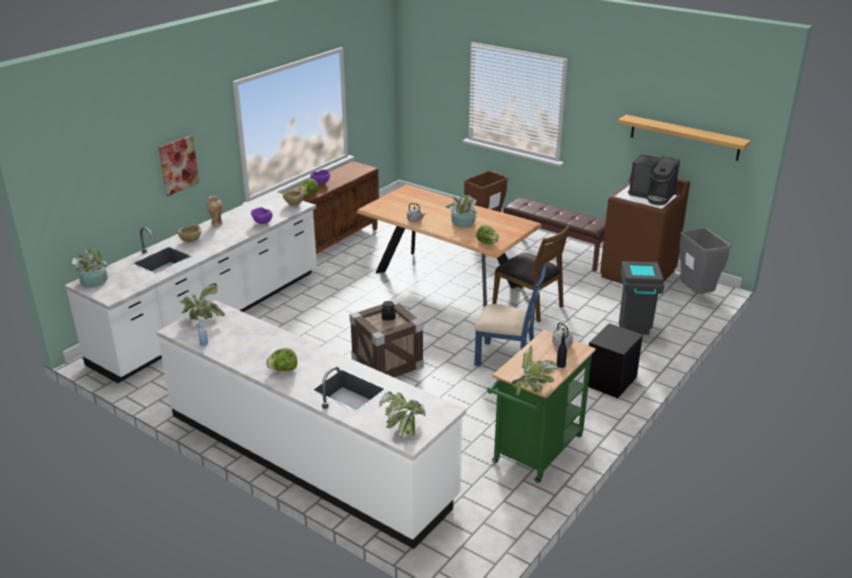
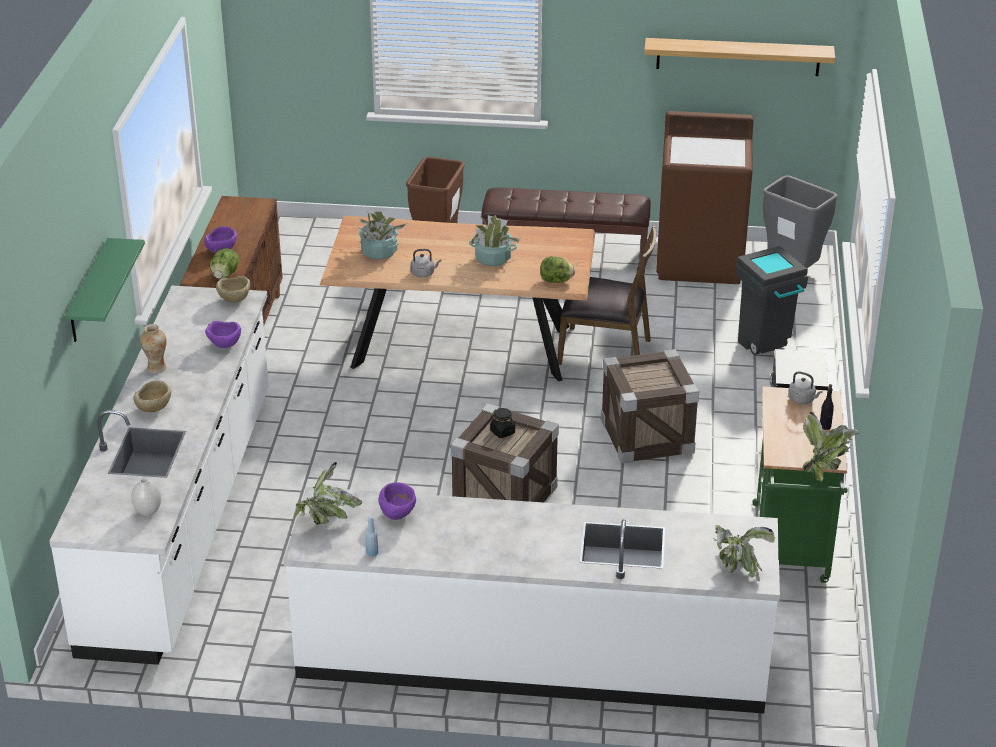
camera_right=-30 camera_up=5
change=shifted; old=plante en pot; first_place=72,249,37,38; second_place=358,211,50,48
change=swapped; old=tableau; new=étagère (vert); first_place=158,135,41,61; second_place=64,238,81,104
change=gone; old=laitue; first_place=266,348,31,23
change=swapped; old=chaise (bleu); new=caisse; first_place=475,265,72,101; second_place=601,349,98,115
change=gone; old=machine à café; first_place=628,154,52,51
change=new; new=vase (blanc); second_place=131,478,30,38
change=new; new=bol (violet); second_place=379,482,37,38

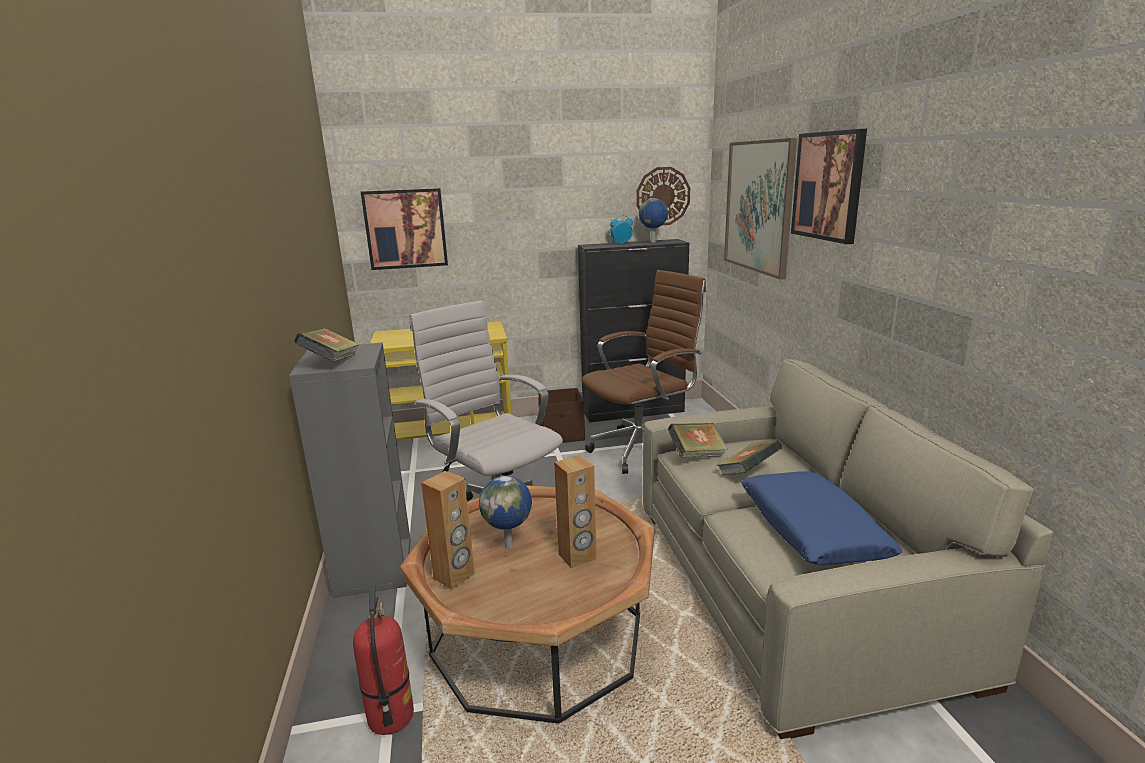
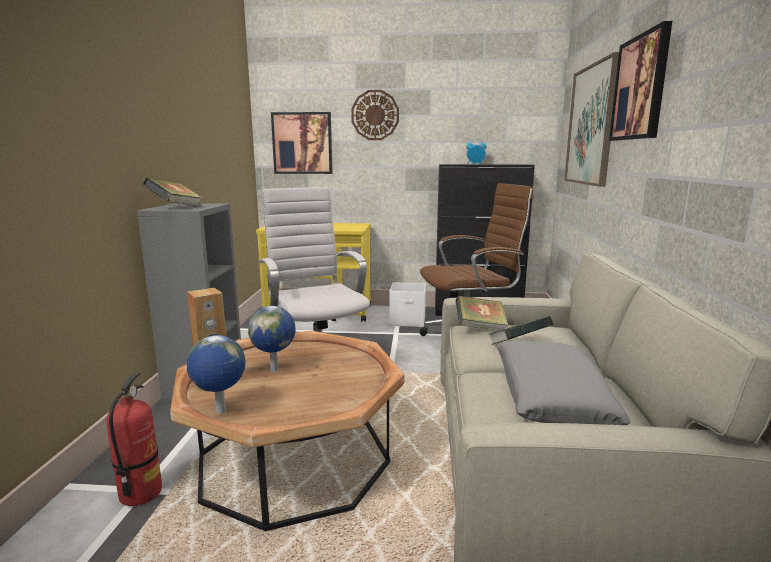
camera_right=15 camera_up=-5
change=repainted; old=boîte de rangement (marron); new=boîte de rangement (blanc); first_place=538,388,47,55; second_place=389,282,37,45
change=gone; old=enceinte (marron); first_place=554,455,43,113
change=shifted; old=horloge murale; first_place=636,167,54,58; second_place=351,90,48,50
change=shifted; old=globe; first_place=639,198,29,44; second_place=187,335,59,79
change=repainted; old=coussin (bleu); new=coussin (gris); first_place=741,471,161,94; second_place=497,341,134,84

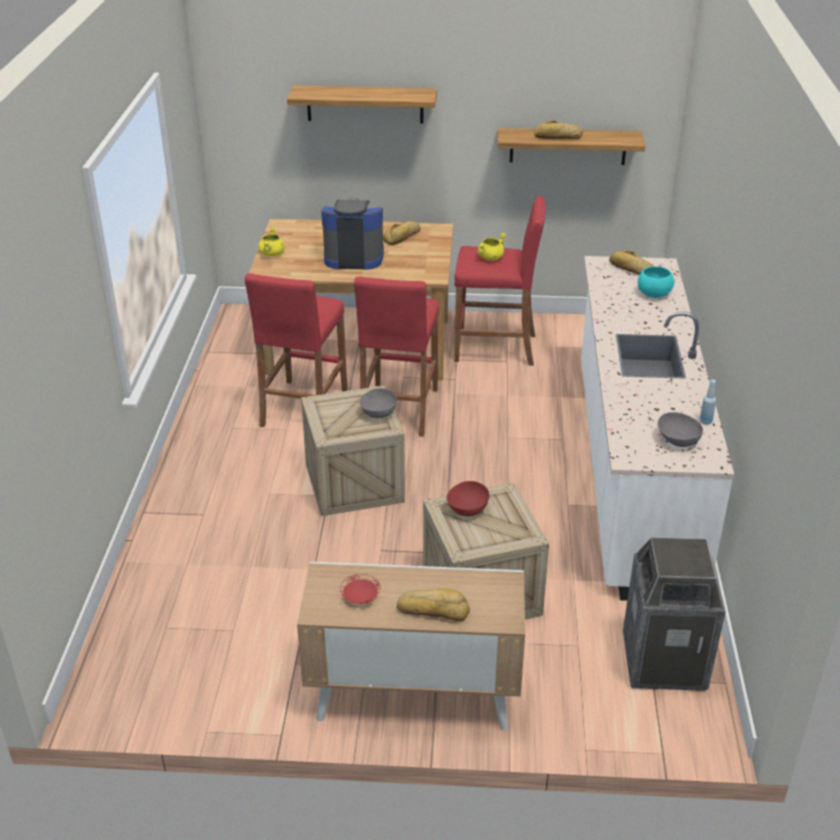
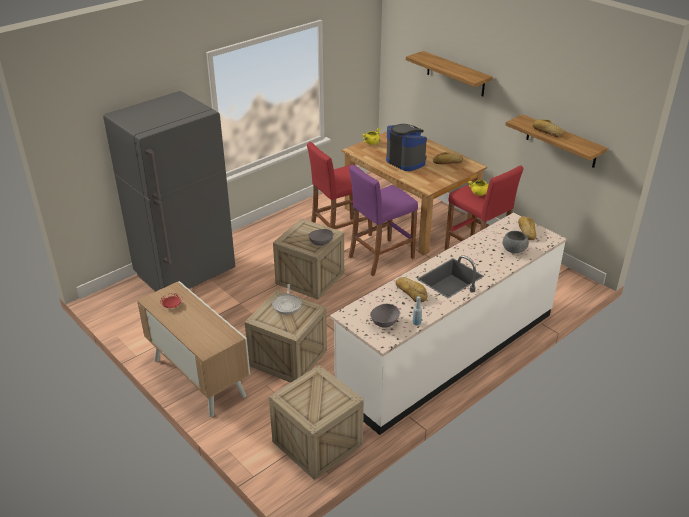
camera_right=45 camera_up=0
change=repainted; old=tabouret (rouge); new=tabouret (violet); first_place=354,276,85,161; second_place=349,165,69,111
change=shifted; old=pain; first_place=397,588,73,34; second_place=395,277,32,25
change=swapped; old=bol (rouge); new=poêle; first_place=446,481,43,36; second_place=272,284,30,31
change=swapped; old=poubelle; new=caisse; first_place=623,538,103,153; second_place=269,365,95,115
change=repainted; old=bol (turquoise); new=bol (gris); first_place=638,266,36,32; second_place=503,231,26,22
change=new; new=réfrigérateur (gris); second_place=103,91,132,201

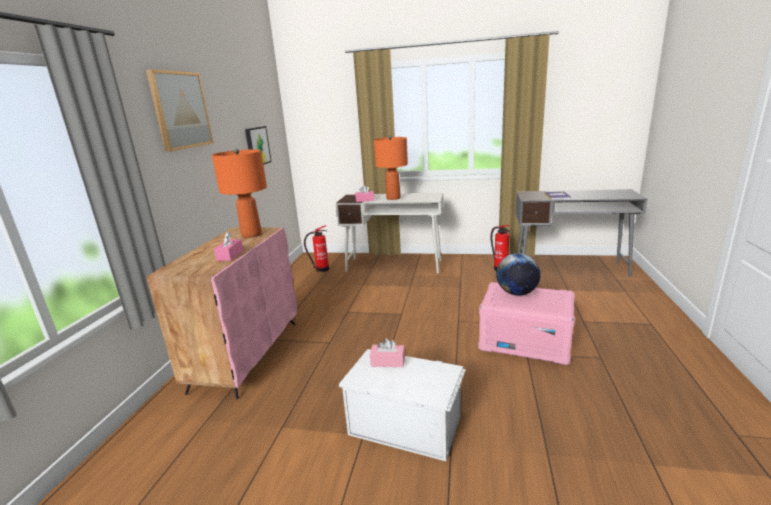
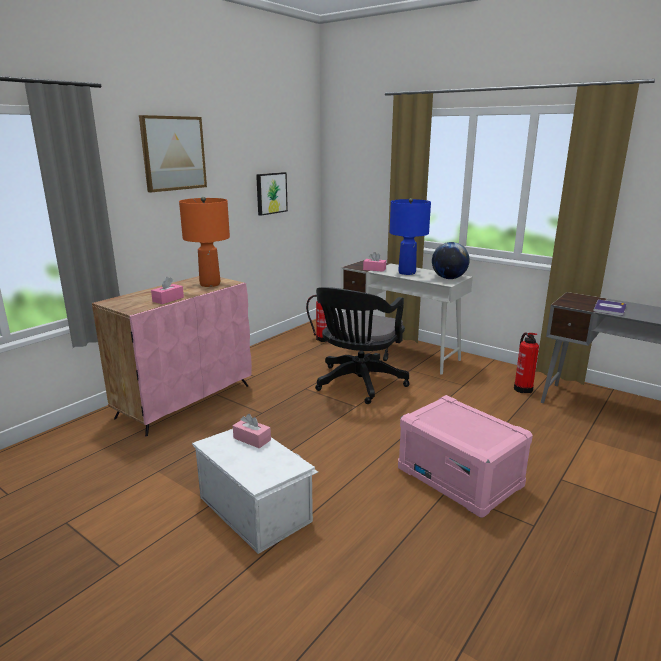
camera_right=25 camera_up=0
change=repainted; old=lampe de table (orange); new=lampe de table (bleu); first_place=374,136,34,64; second_place=390,198,41,77
change=shifted; old=globe; first_place=496,253,44,43; second_place=432,242,38,37
change=new; new=chaise de bureau (noir); second_place=315,287,94,117

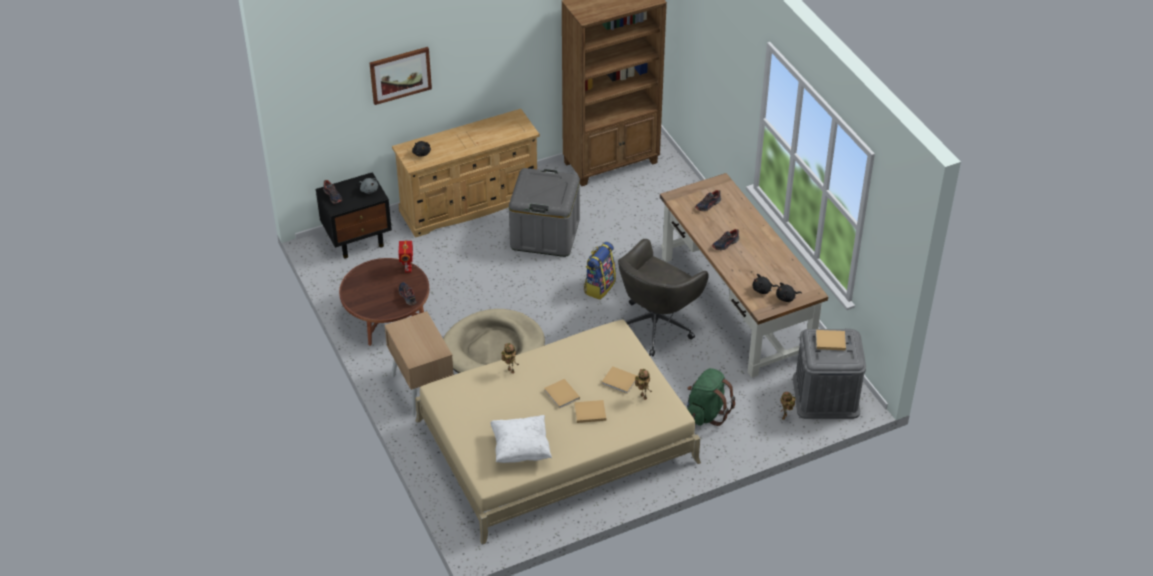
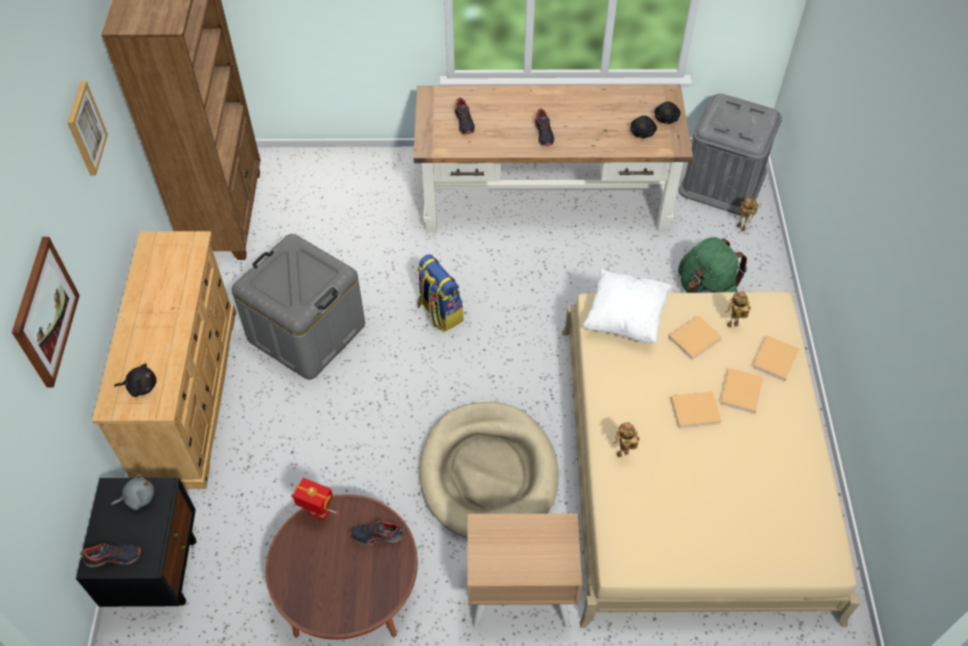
camera_right=-65 camera_up=10
change=shifted; old=coussin (blanc); first_place=490,415,62,48; second_place=583,269,89,74
change=gone; old=chaise de bureau (gris); first_place=618,239,91,117
change=shifted; old=livre (beige); first_place=816,330,30,21; second_place=752,335,48,47
change=new; new=tableau; second_place=67,81,41,94

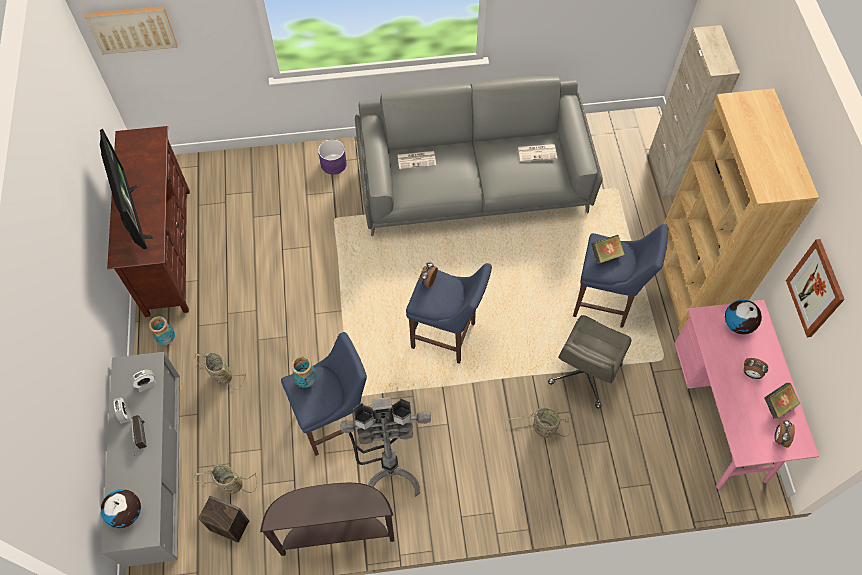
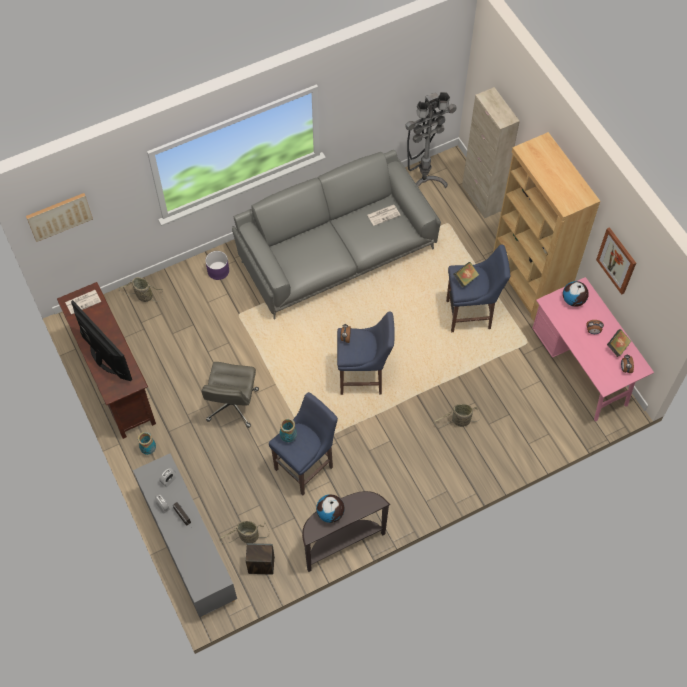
camera_right=-20 camera_up=0
change=shifted; old=globe; first_place=101,489,40,39; second_place=316,494,28,29
change=shifted; old=panier; first_place=195,352,51,38; second_place=119,277,44,25
change=shifted; old=lampadaire (gris); first_place=340,397,91,100; second_place=405,92,52,97
change=shifted; old=journal; first_place=398,151,38,18; second_place=65,290,36,24
change=shifted; old=chaise de bureau (gris); first_place=548,315,84,94; second_place=202,362,57,66

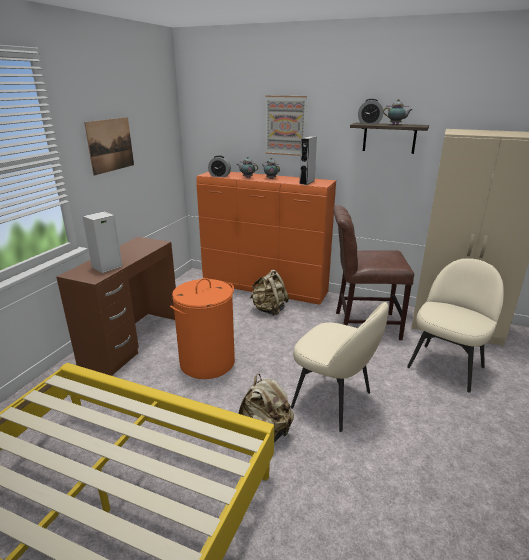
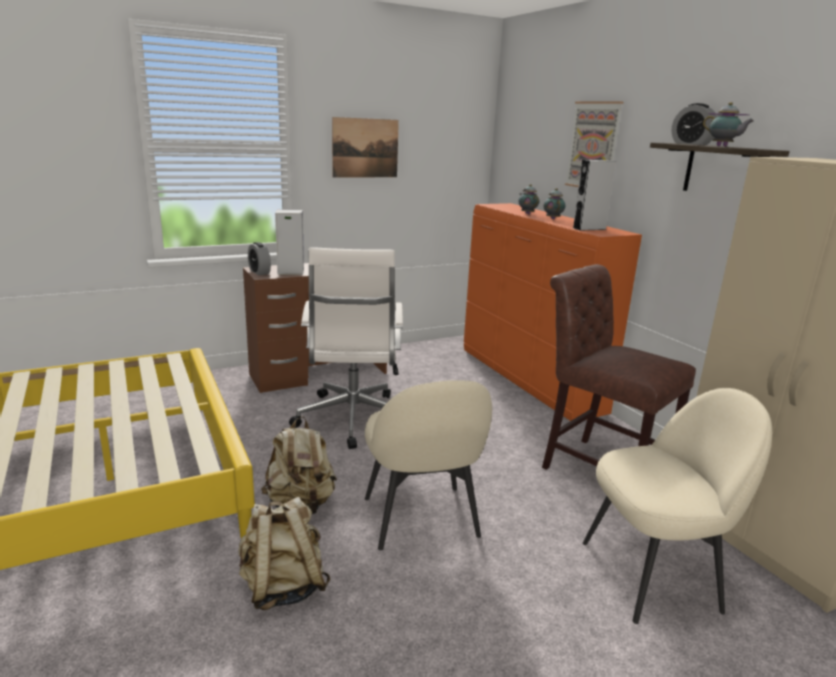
camera_right=40 camera_up=-5
change=swapped; old=panier à linge (orange); new=chaise de bureau (blanc); first_place=170,278,65,101; second_place=289,247,114,202
change=shifted; old=réveil; first_place=208,155,23,22; second_place=248,242,23,33
change=shifted; old=sac à dos (beige); first_place=250,270,39,46; second_place=238,497,93,113

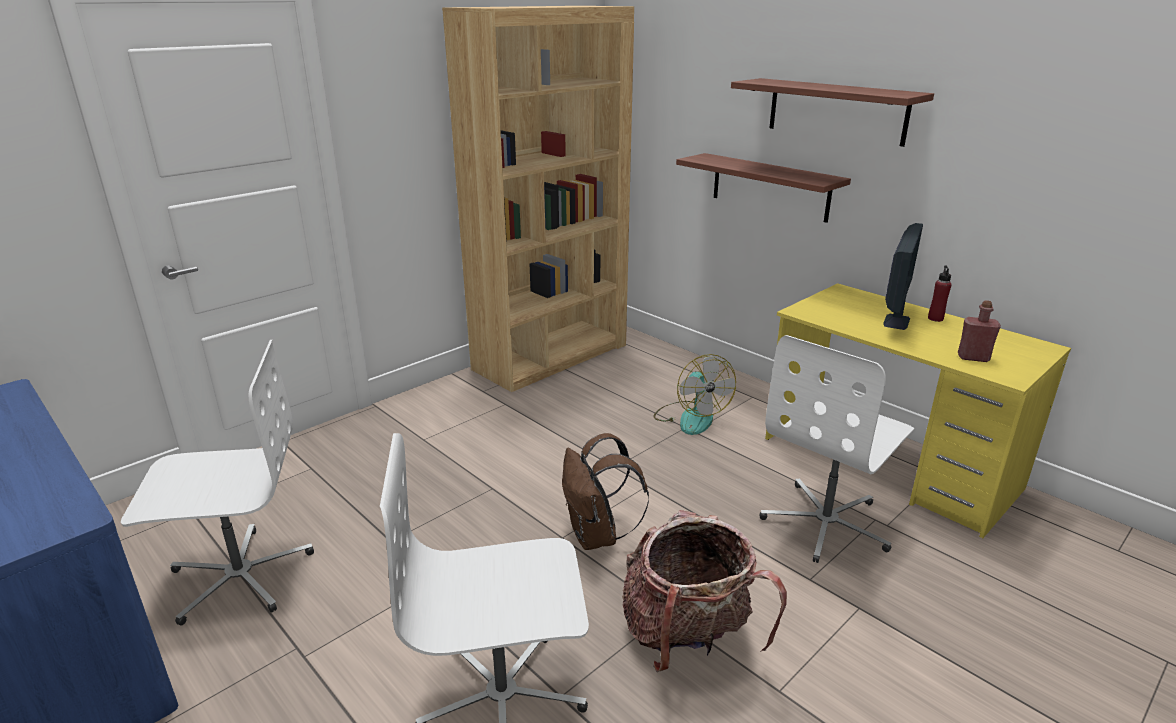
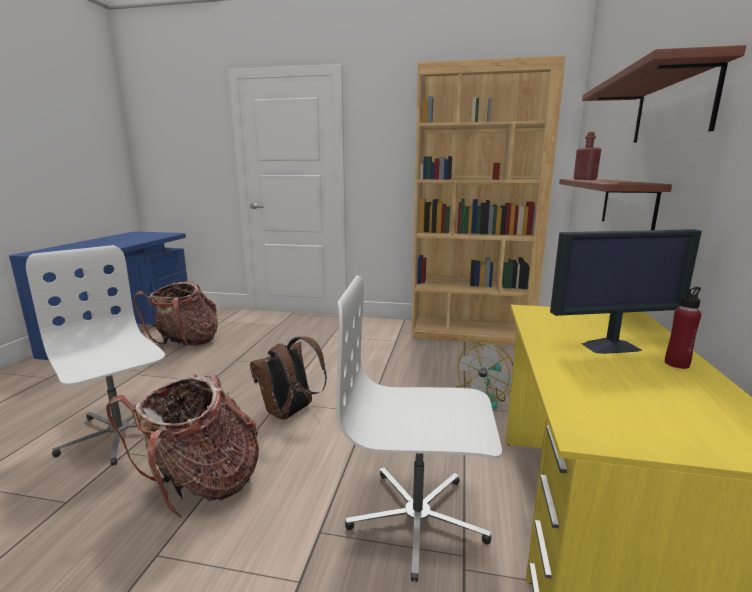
camera_right=55 camera_up=-10
change=swapped; old=chaise de bureau (blanc); new=sac à dos; first_place=121,340,193,285; second_place=134,280,84,66
change=shifted; old=bouteille (rouge); first_place=958,300,43,62; second_place=574,132,27,48

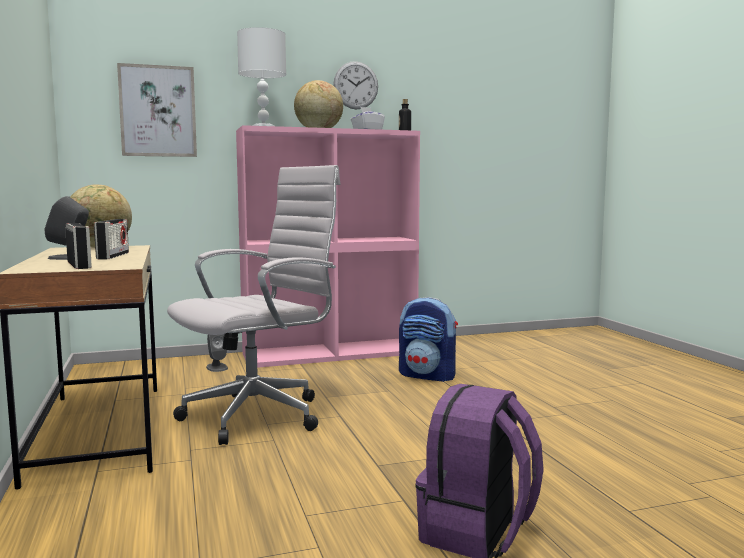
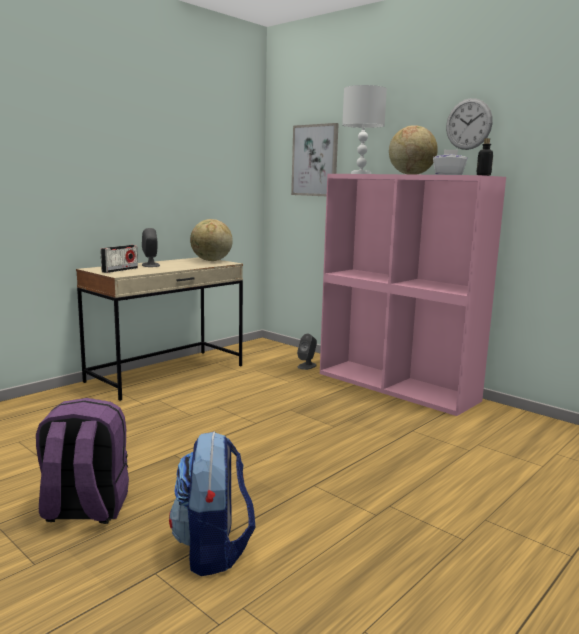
camera_right=60 camera_up=5
change=gone; old=radio; first_place=94,219,35,41
change=gone; old=chaise de bureau (blanc); first_place=167,165,173,280
change=shifted; old=sac à dos; first_place=399,297,59,85; second_place=169,431,86,145

